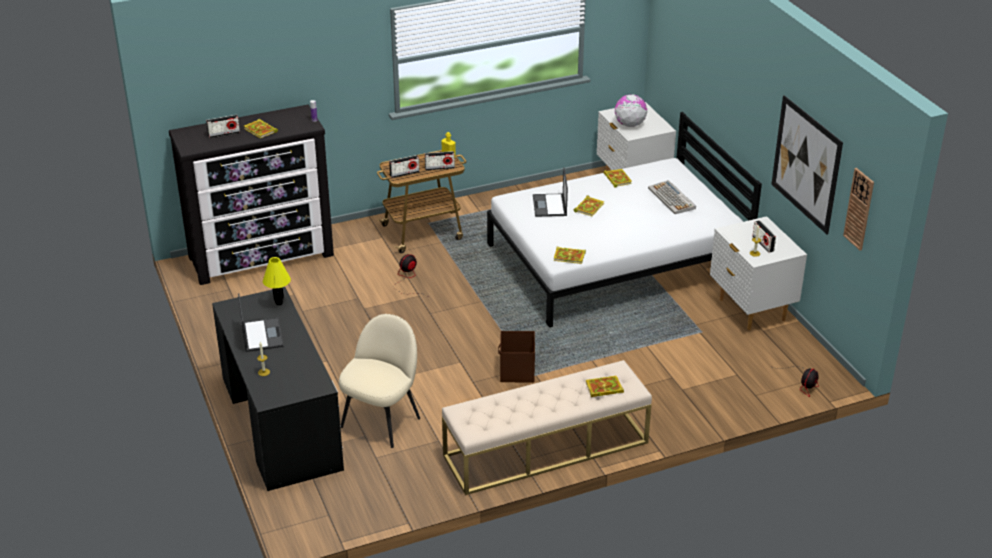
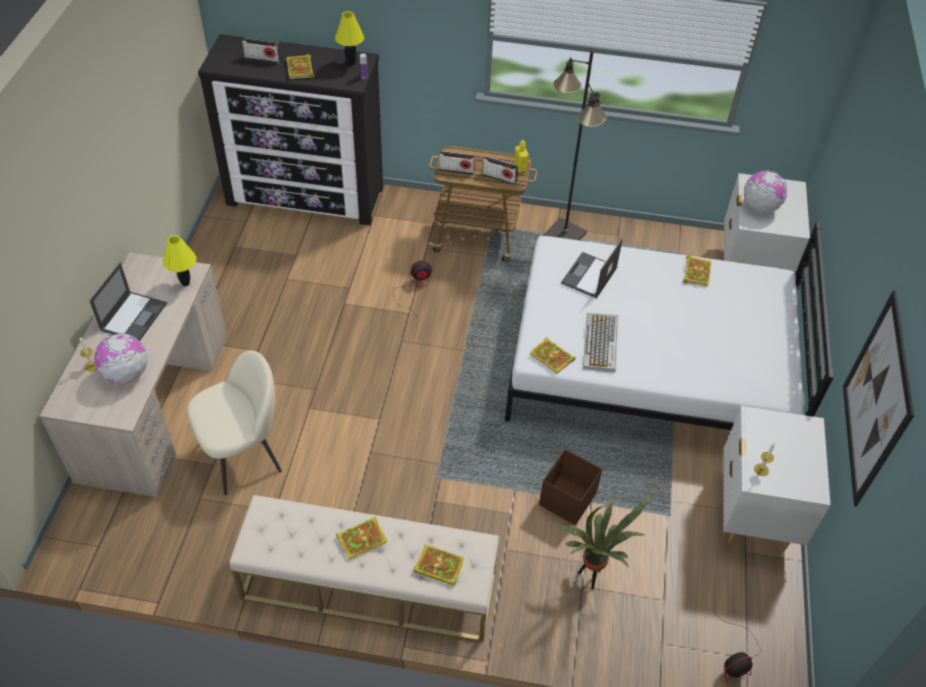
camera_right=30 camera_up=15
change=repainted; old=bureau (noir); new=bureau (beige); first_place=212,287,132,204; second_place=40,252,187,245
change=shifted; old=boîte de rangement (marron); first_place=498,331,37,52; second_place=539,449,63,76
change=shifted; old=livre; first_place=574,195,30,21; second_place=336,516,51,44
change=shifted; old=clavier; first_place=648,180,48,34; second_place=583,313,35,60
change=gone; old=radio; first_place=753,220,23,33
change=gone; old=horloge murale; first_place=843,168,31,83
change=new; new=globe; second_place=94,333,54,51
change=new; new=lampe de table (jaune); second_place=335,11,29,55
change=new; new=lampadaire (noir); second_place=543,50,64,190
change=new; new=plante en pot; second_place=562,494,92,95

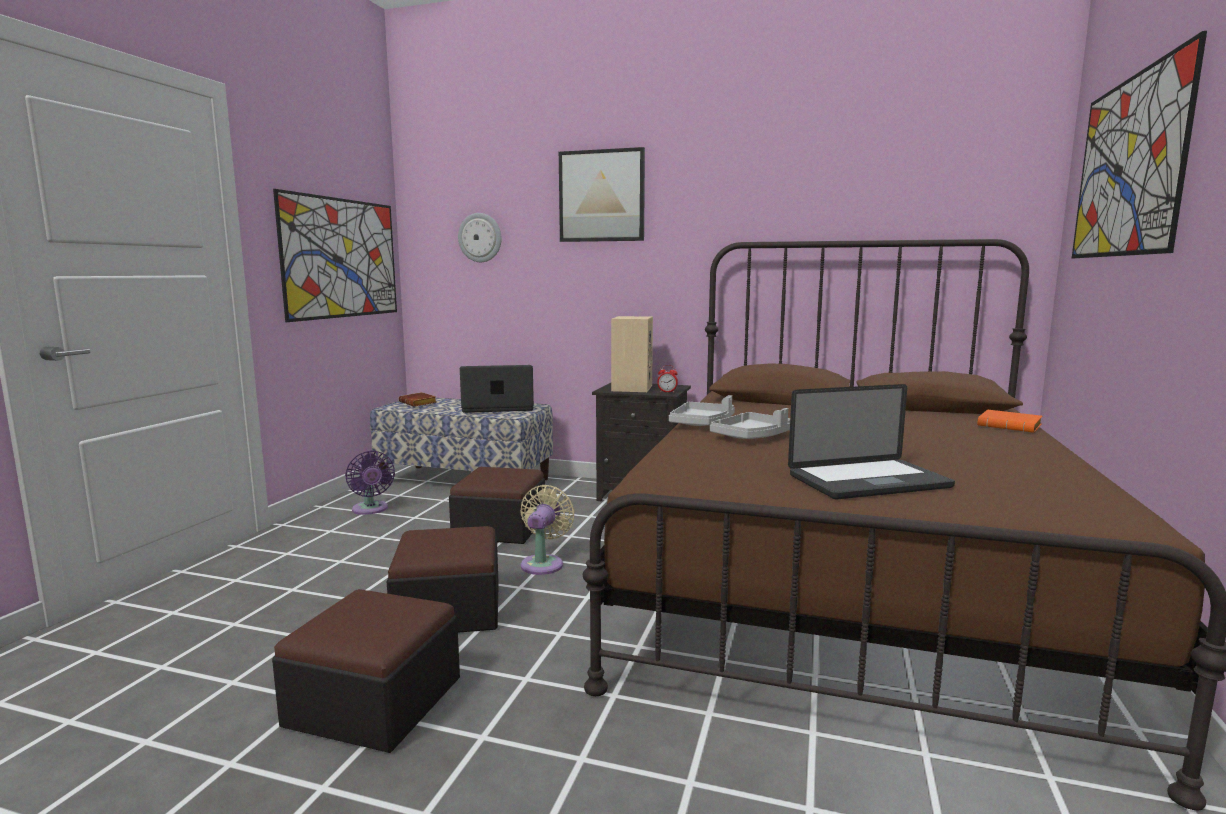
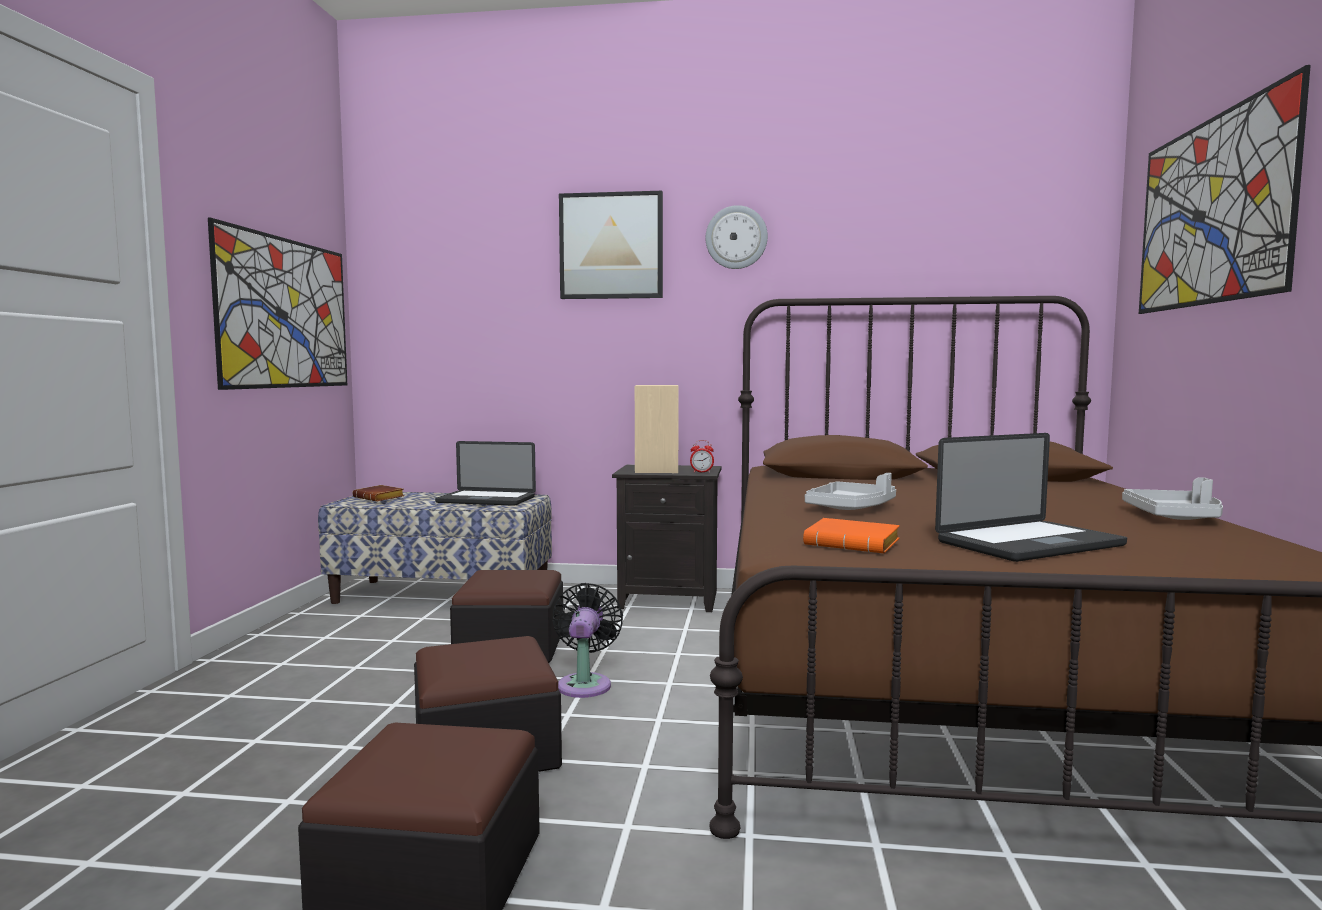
camera_right=-10 camera_up=-5
change=gone; old=ventilateur (violet); first_place=345,450,50,65
change=shifted; old=horloge murale; first_place=458,213,44,49; second_place=706,205,62,64
change=rotated; old=ordinateur portable; first_place=460,365,74,48; second_place=435,441,101,65; degrees=-150
change=repainted; old=ventilateur (beige); new=ventilateur (noir); first_place=520,485,55,90; second_place=552,583,71,115
change=shifted; old=plateau (gris); first_place=669,395,66,31; second_place=1122,477,101,43
change=shifted; old=livre (orange); first_place=977,409,66,24; second_place=803,518,97,35

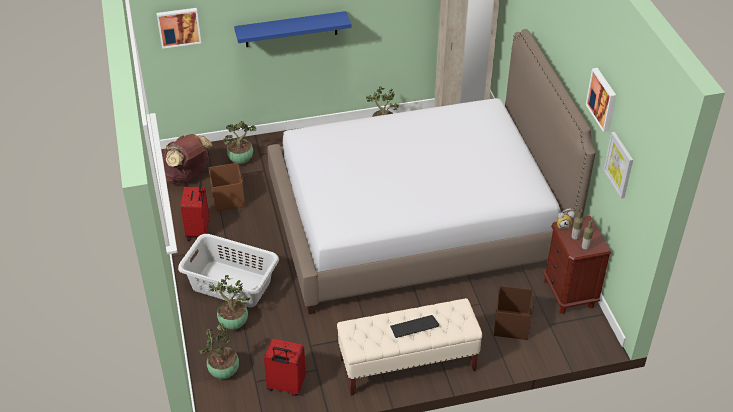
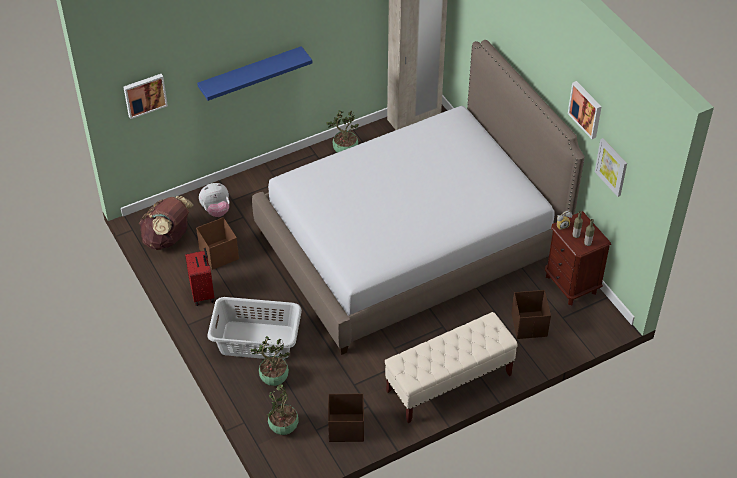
camera_right=-15 camera_up=5
change=swapped; old=plante en pot; new=peluche; first_place=223,121,33,43; second_place=199,183,30,34
change=swapped; old=valise (rouge); new=boîte de rangement (marron); first_place=264,339,42,57; second_place=328,394,36,48
change=gone; old=clavier; first_place=390,315,49,23

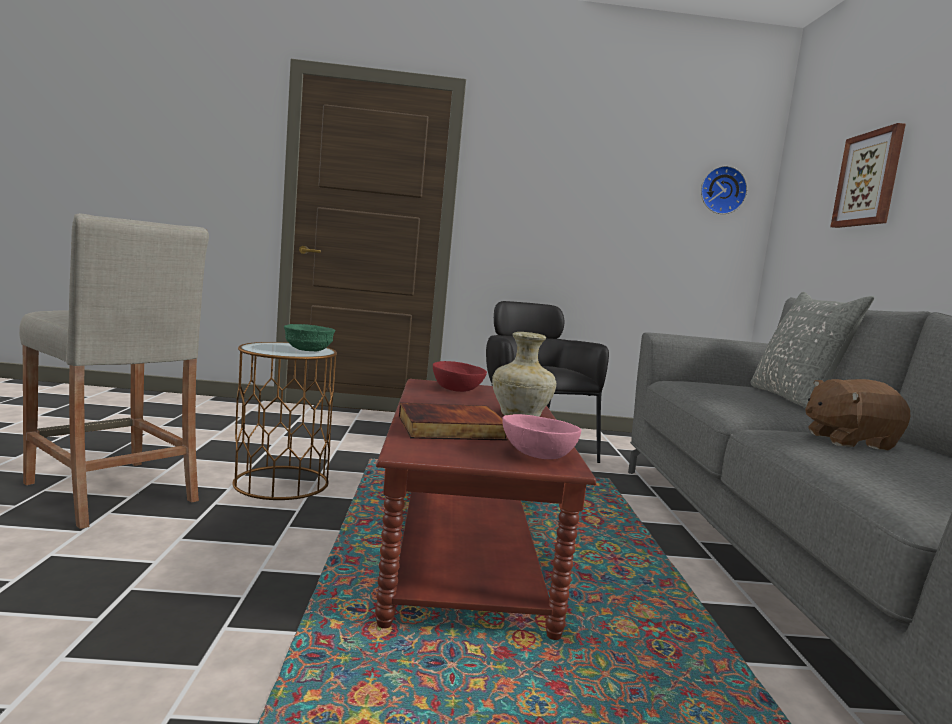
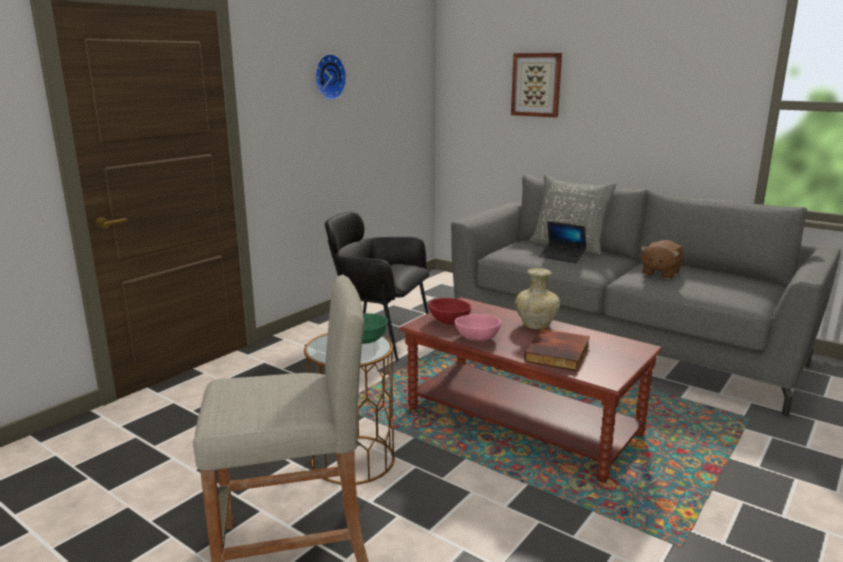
camera_right=-50 camera_up=10
change=shifted; old=bol (rose); first_place=502,414,79,45; second_place=454,314,47,27
change=shifted; old=horloge murale; first_place=701,166,46,48; second_place=315,54,32,46
change=new; new=ordinateur portable; second_place=539,221,48,42

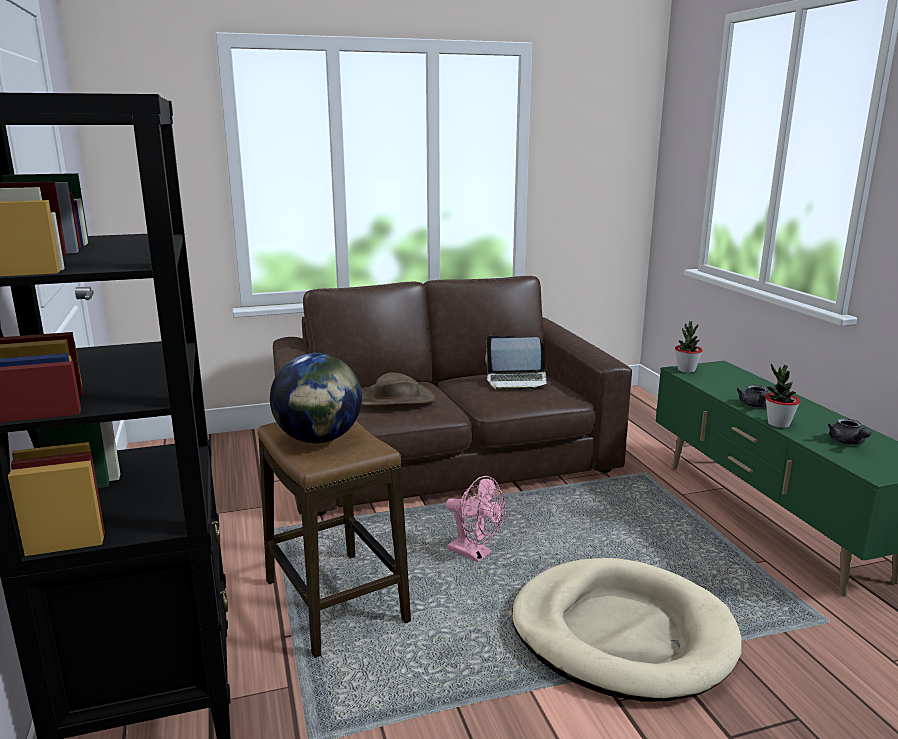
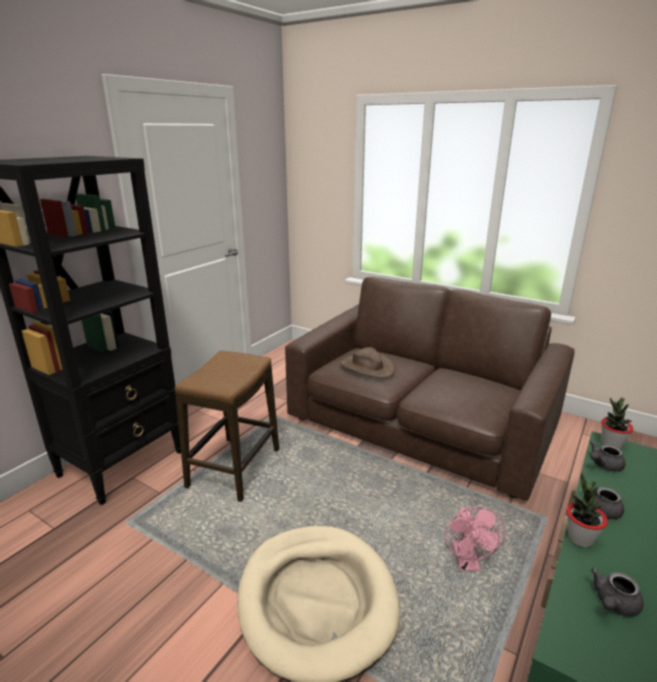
camera_right=50 camera_up=5
change=gone; old=globe; first_place=270,353,92,90
change=shifted; old=ventilateur (rose); first_place=446,476,60,86; second_place=445,506,60,65
change=gone; old=ordinateur portable; first_place=485,336,66,54
change=new; new=théière (gris); second_place=590,441,35,31

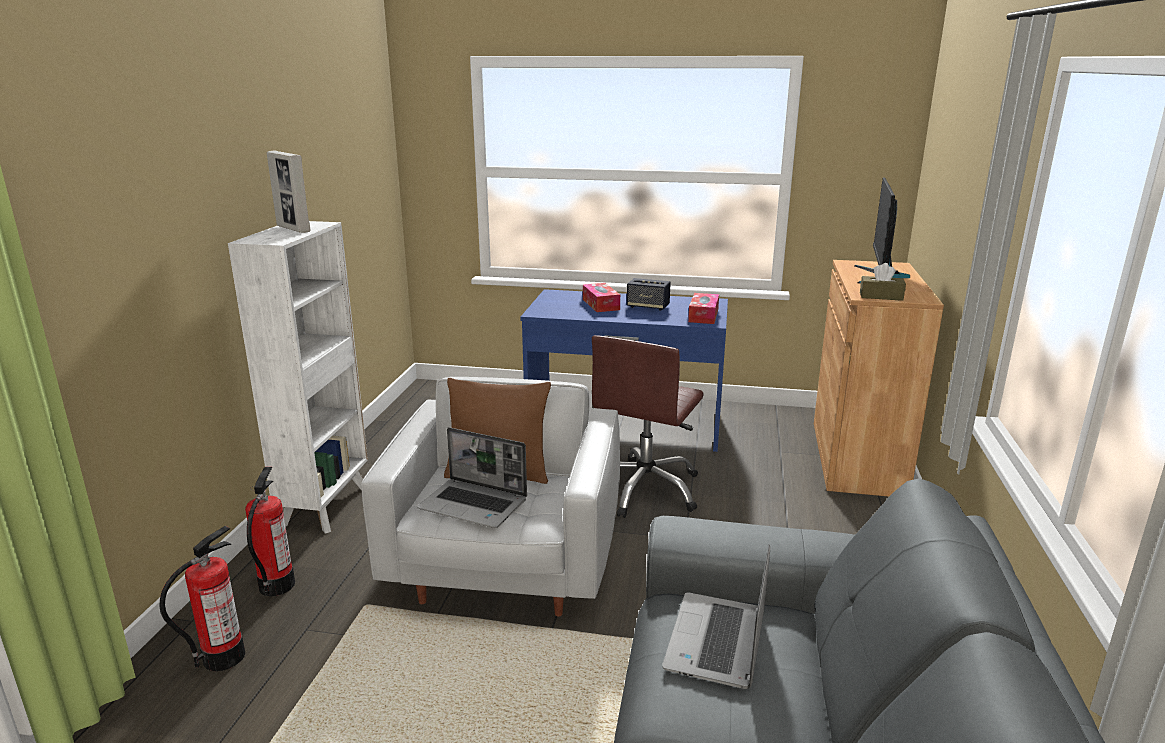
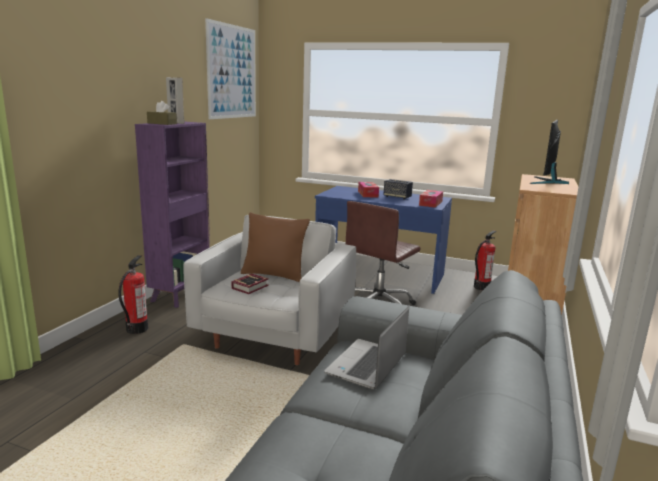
camera_right=10 camera_up=-5
change=shifted; old=extincteur; first_place=159,526,86,145; second_place=474,230,23,60
change=repainted; old=bibliothèque (blanc); new=bibliothèque (violet); first_place=228,221,140,313; second_place=135,122,75,186
change=swapped; old=ordinateur portable; new=livre; first_place=417,427,110,101; second_place=231,274,38,20
change=shifted; old=boîte à mouchoirs (marron); first_place=860,263,46,38; second_place=147,101,30,24
change=new; new=tableau; second_place=205,18,51,101

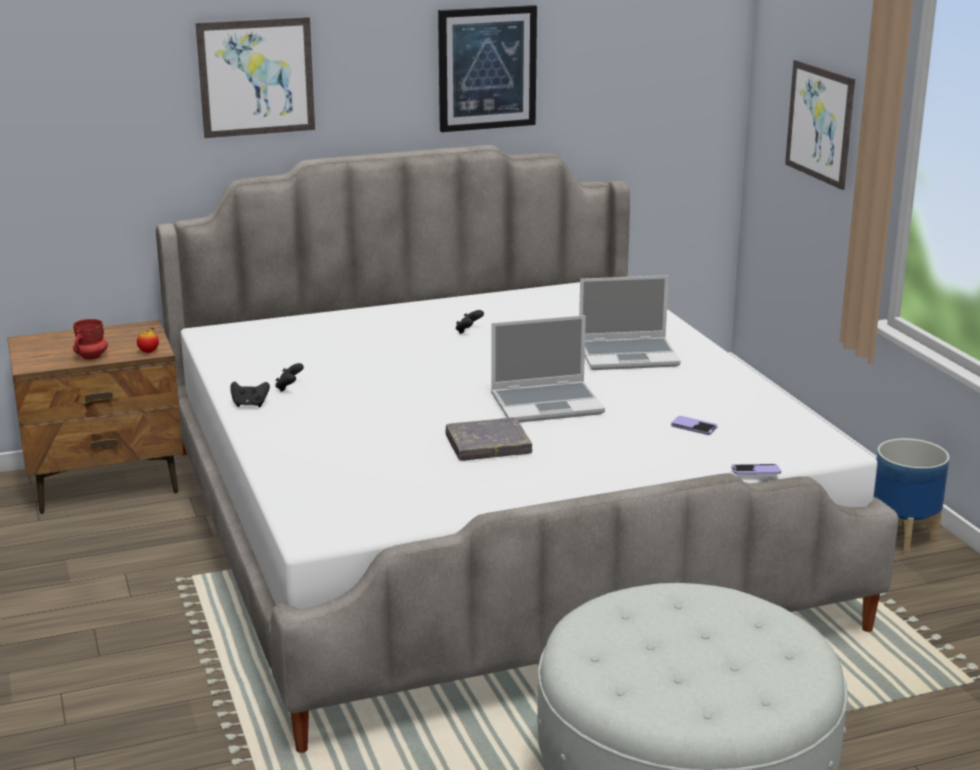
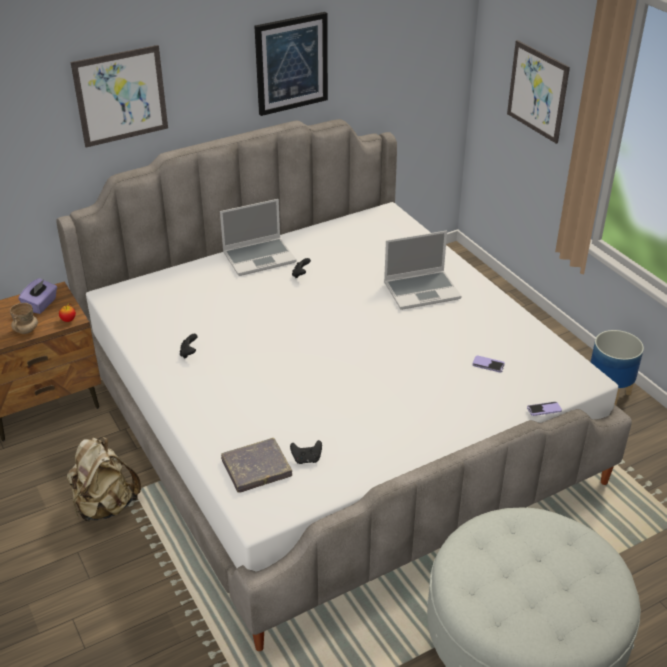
camera_right=-10 camera_up=15
change=repainted; old=mug (rouge); new=mug (beige); first_place=73,319,35,41; second_place=10,303,28,31
change=shifted; old=manette (noir); first_place=230,382,40,25; second_place=290,440,32,24
change=shifted; old=livre (gris); first_place=445,417,87,44; second_place=221,438,71,55
change=shifted; old=ordinateur portable; first_place=491,315,114,108; second_place=220,199,76,77
change=new; new=boîte à mouchoirs (violet); second_place=18,278,39,36
change=new; new=sac à dos (beige); second_place=67,437,74,85

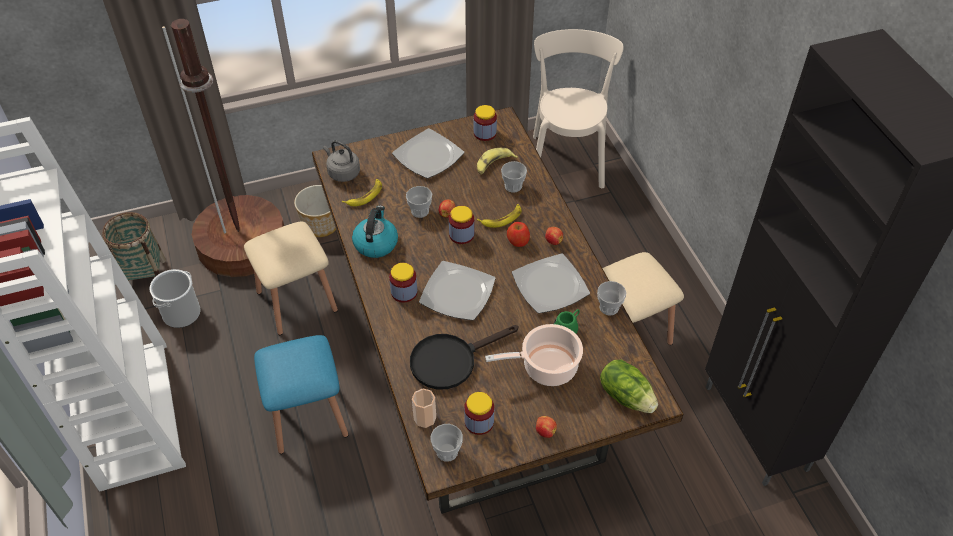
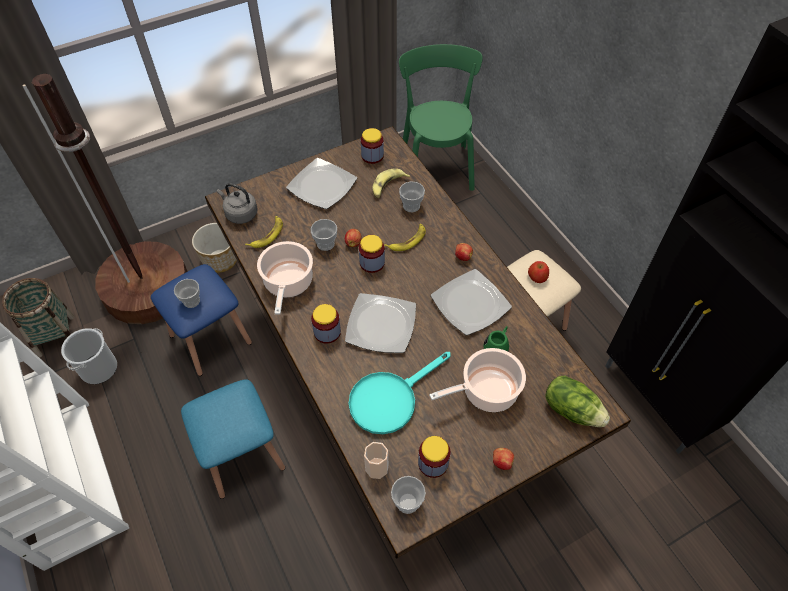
camera_right=-10 camera_up=5
change=repainted; old=tabouret (beige); new=tabouret (bleu); first_place=244,222,94,113; second_place=151,264,101,112
change=swapped; old=bouilloire; new=marmite; first_place=352,205,46,53; second_place=257,241,56,74
change=repainted; old=poêle (noir); new=poêle (turquoise); first_place=410,325,108,65; second_place=349,352,102,82
change=shifted; old=pomme; first_place=507,222,23,25; second_place=528,261,21,22
change=repainted; old=chaise (beige); new=chaise (vert); first_place=533,29,91,159; second_place=399,44,84,147
change=shifted; old=tasse; first_place=597,281,29,34; second_place=174,279,26,29

